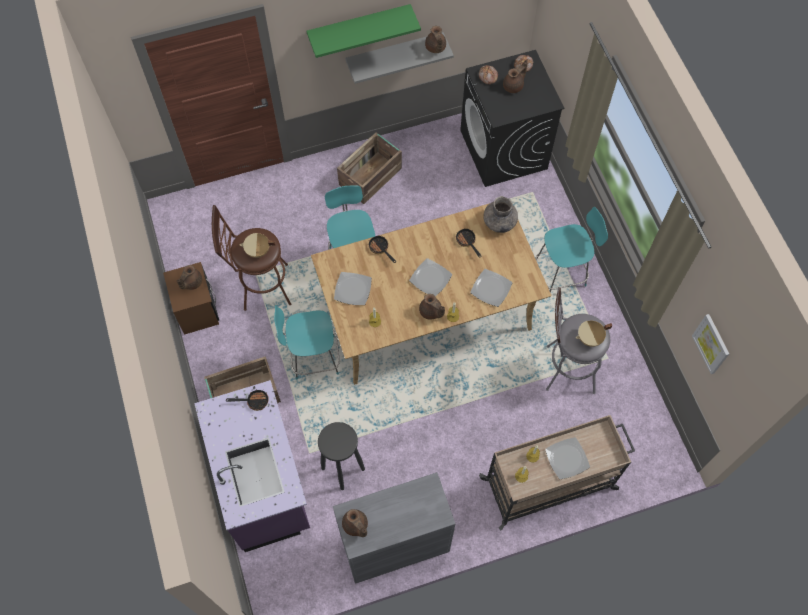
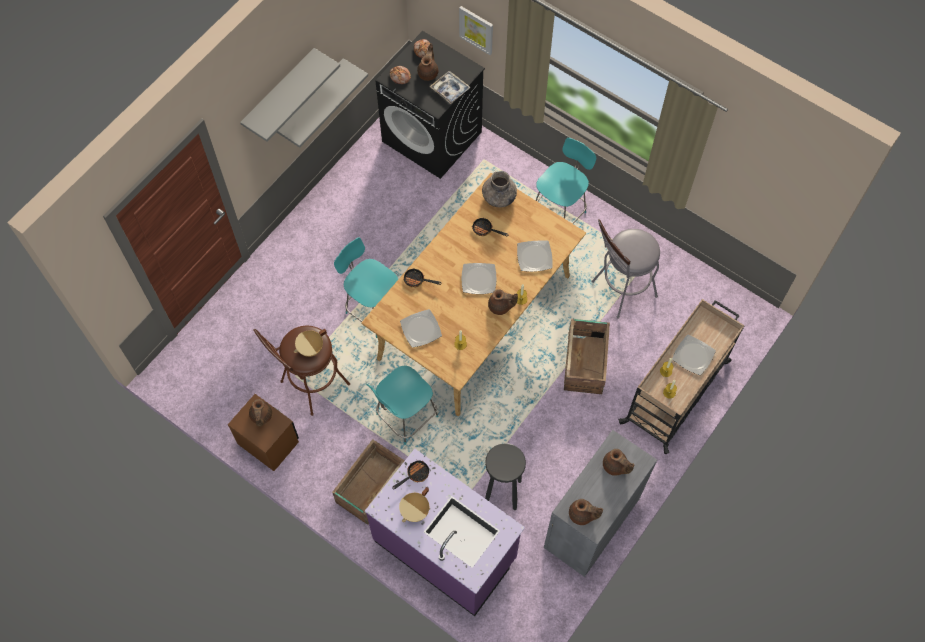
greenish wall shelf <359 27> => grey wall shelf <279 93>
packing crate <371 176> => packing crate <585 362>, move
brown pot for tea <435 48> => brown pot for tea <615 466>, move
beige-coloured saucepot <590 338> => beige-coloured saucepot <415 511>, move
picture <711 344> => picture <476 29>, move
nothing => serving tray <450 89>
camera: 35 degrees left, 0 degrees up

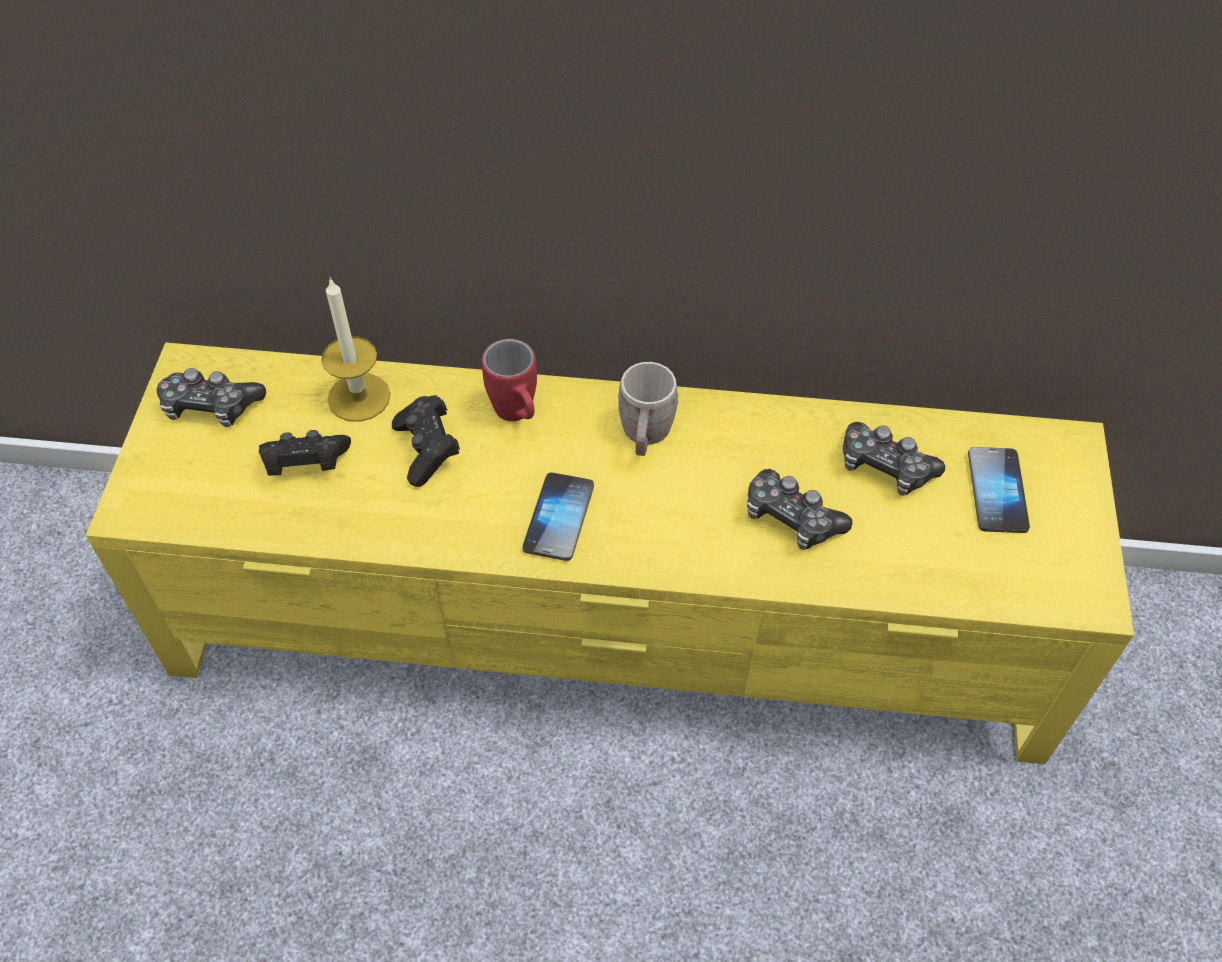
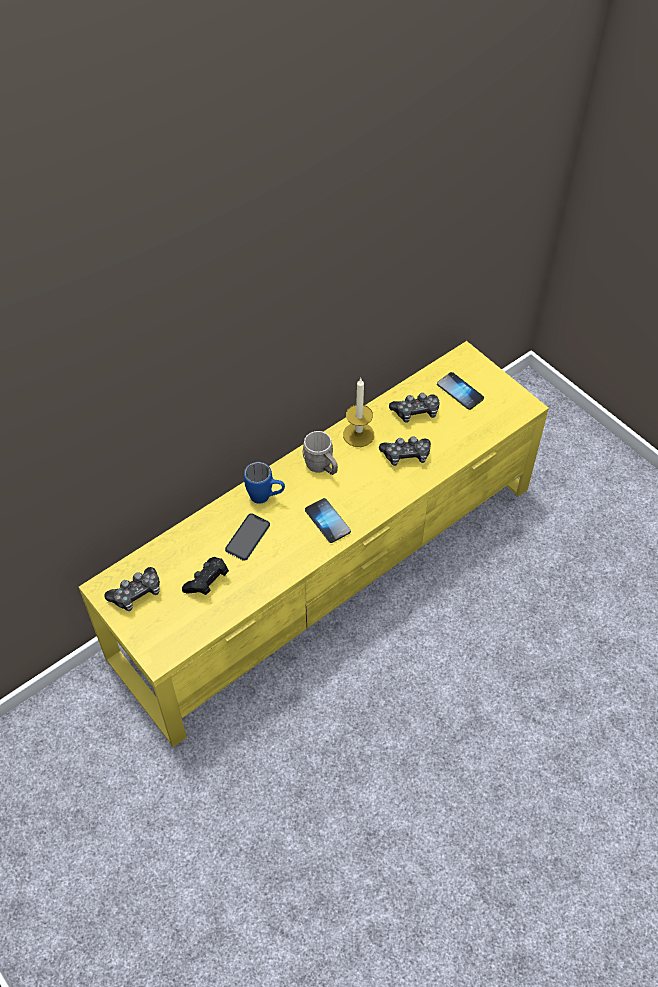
candle <359 397> => candle <358 434>, move
blackish joypad <427 450> => handset <247 537>
red-coloured tea mug <518 416> => blue tea mug <266 497>
camera: 45 degrees left, 0 degrees up

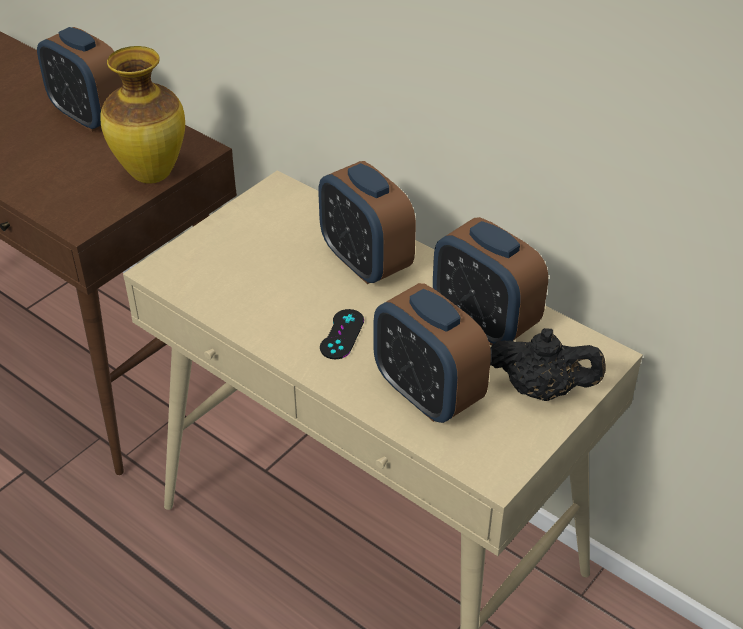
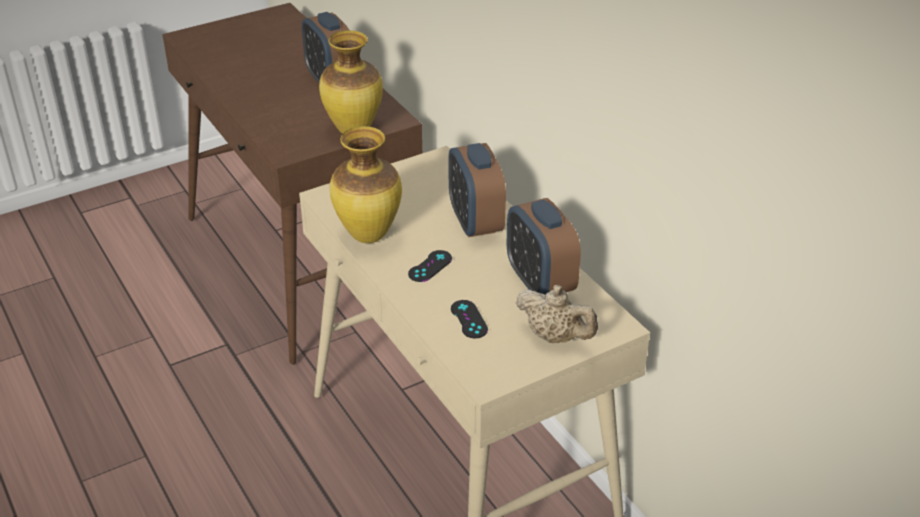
bedside clock <427 394> => blackish joypad <469 319>
blackish pot for tea <541 390> => beige-coloured pot for tea <555 337>
nothing => decorative vase <367 236>
camera: 20 degrees right, 5 degrees down

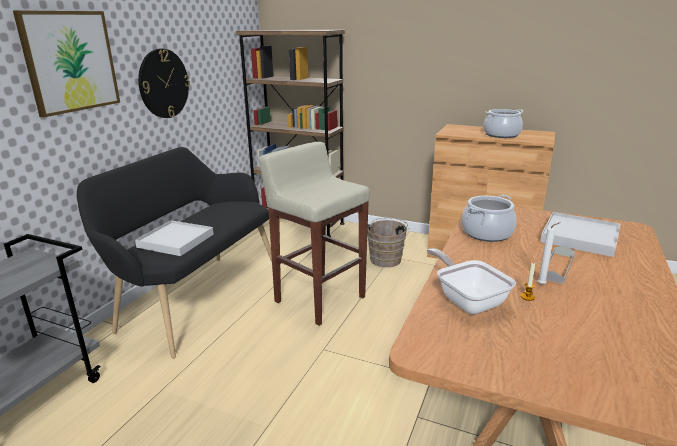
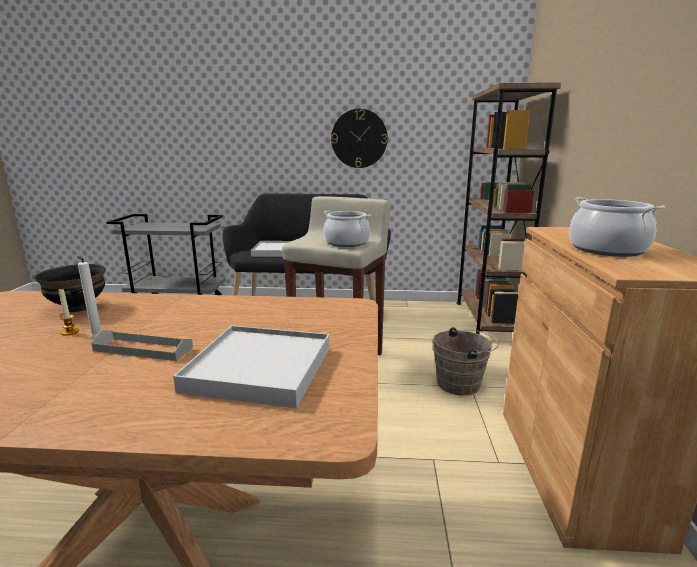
picture <70 61> => nothing
skillet <467 300> => blackish bowl <79 308>
saucepot <486 233> => saucepot <346 243>, move
camera: 70 degrees right, 5 degrees down

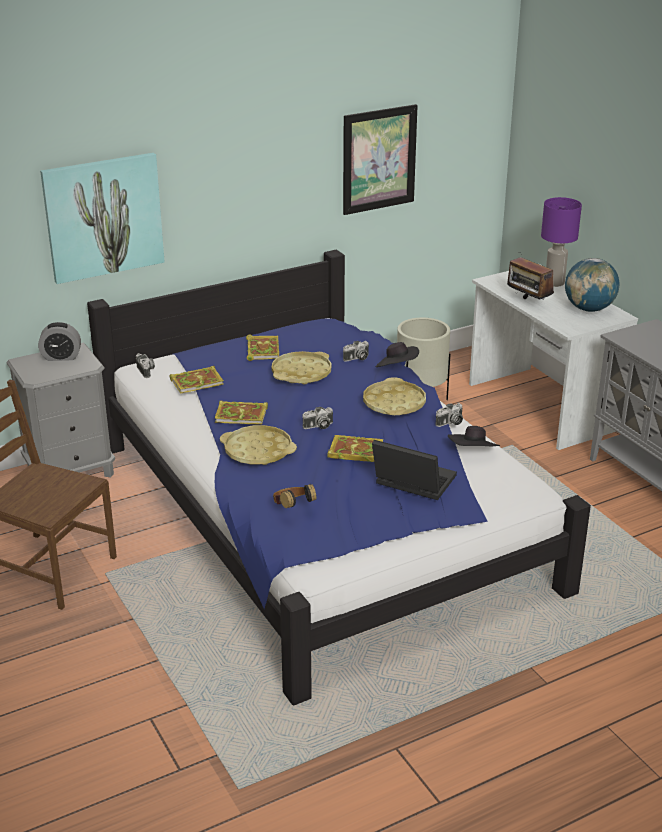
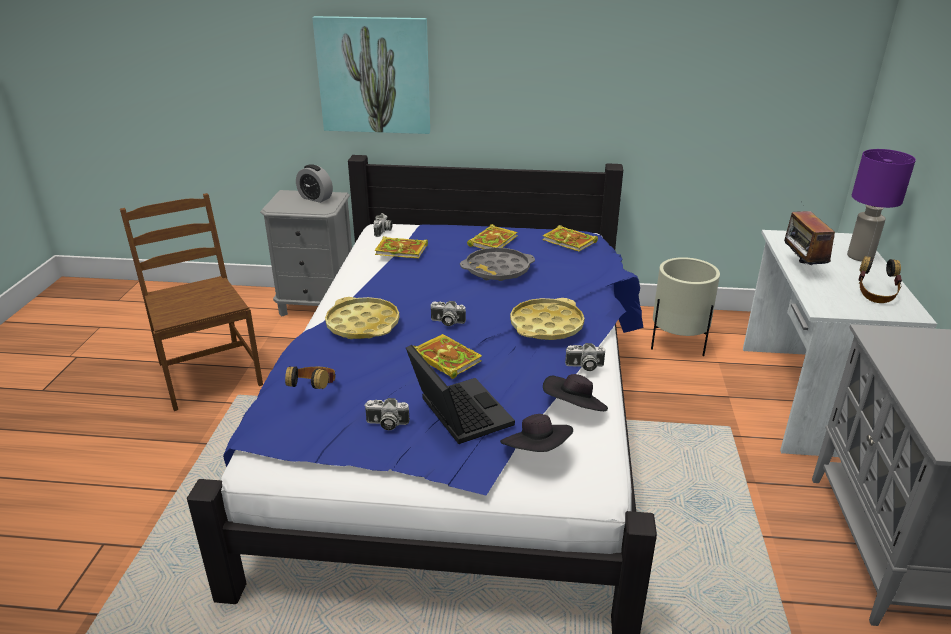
bound book <242 415> => bound book <570 241>, move
yellow-coloured serving tray <301 373> => grey serving tray <497 270>
picture <379 159> => nothing
still camera <357 358> => still camera <386 424>, move
blackish hat <397 368> => blackish hat <537 451>, move
world globe <589 309> => pair of headphones <875 295>
camera: 35 degrees right, 0 degrees up

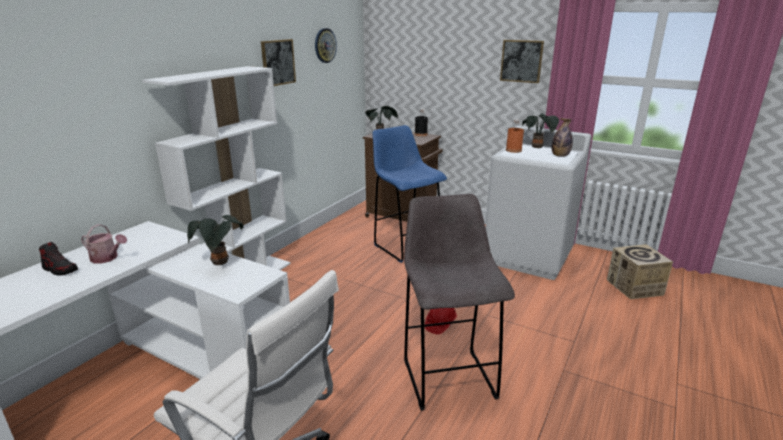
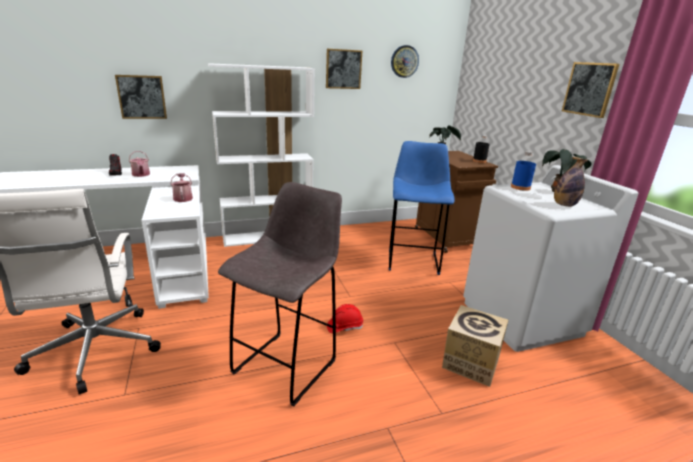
potted plant <220 263> => sprinkling can <183 198>
orangey bottle <513 150> => blue bottle <520 187>
cardboard box <634 287> => cardboard box <470 362>, move
nothing => picture <142 97>
camera: 40 degrees right, 0 degrees up

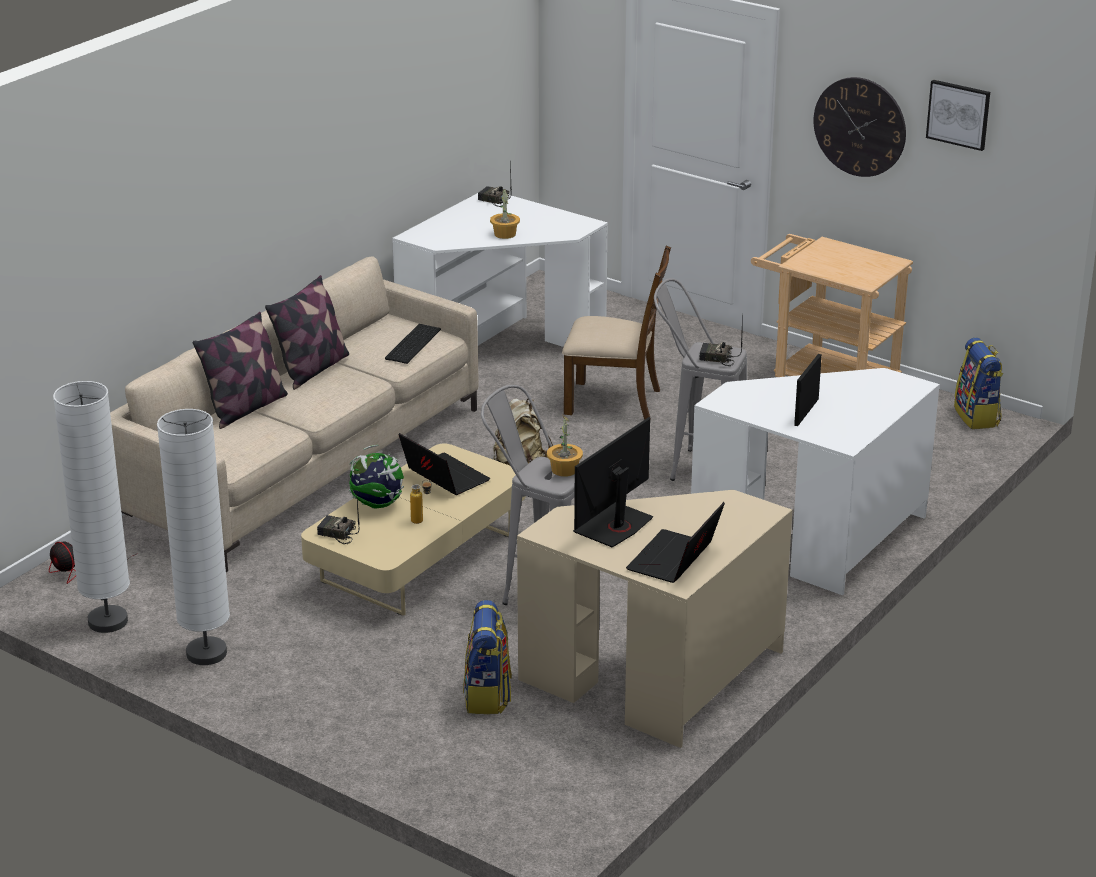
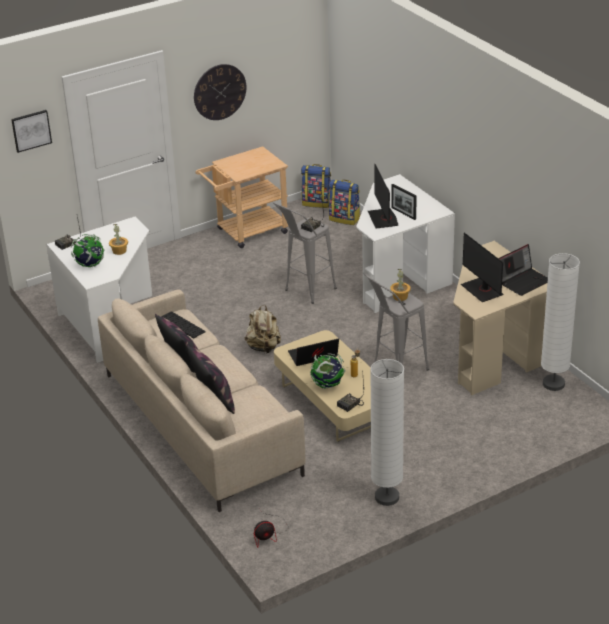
whitish standard lamp <108 622> => whitish standard lamp <553 384>, move
knapsack <487 696> => knapsack <345 219>, move
brown chair <614 401> => nothing
laptop <675 560> => laptop <523 281>, 90 degrees counterclockwise
picture <958 114> => picture <31 130>, move
nothing => world globe <89 265>
nothing => computer display <383 219>
camera: 65 degrees left, 5 degrees up

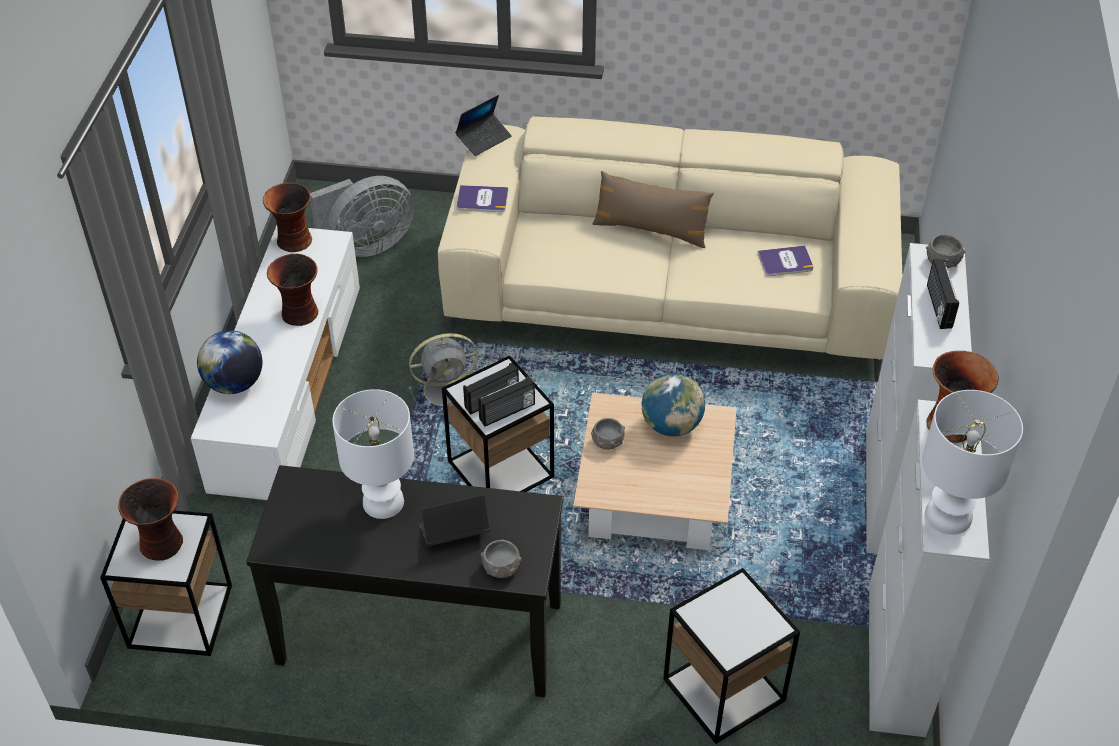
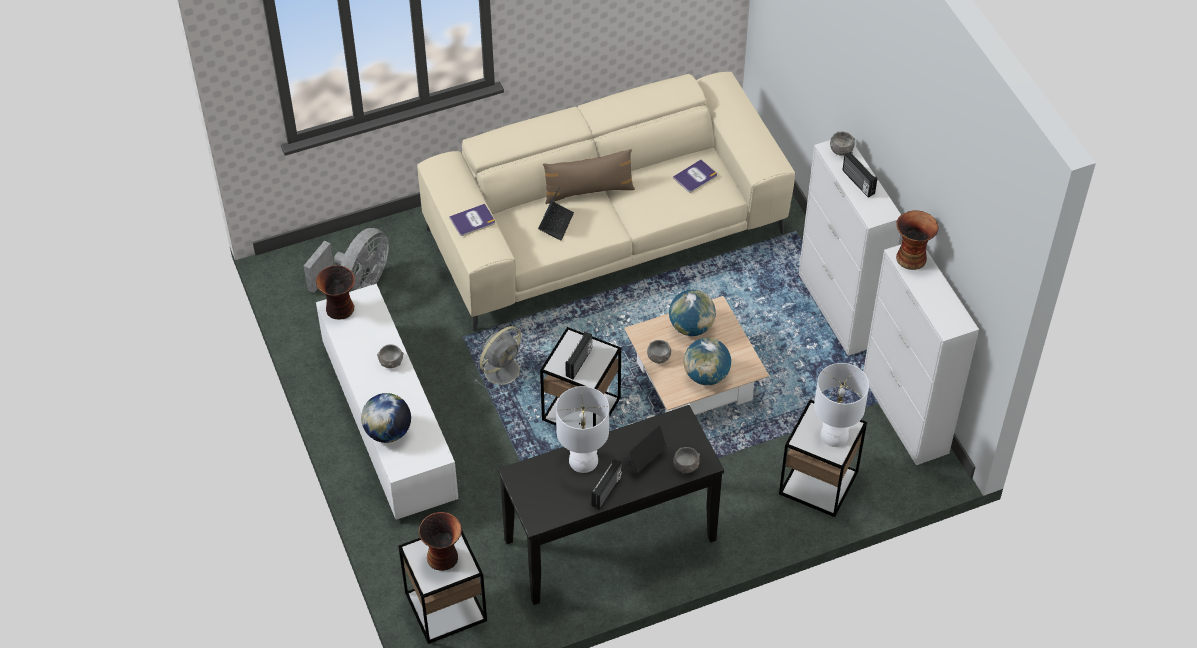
decorative vase <299 314> => grey bowl <391 362>
laptop <484 139> => laptop <556 223>, move
radio receiver <507 412> => radio receiver <607 491>, move
whitish tabletop lamp <949 516> => whitish tabletop lamp <835 435>, move
nothing => world globe <706 375>
camera: 30 degrees left, 5 degrees up

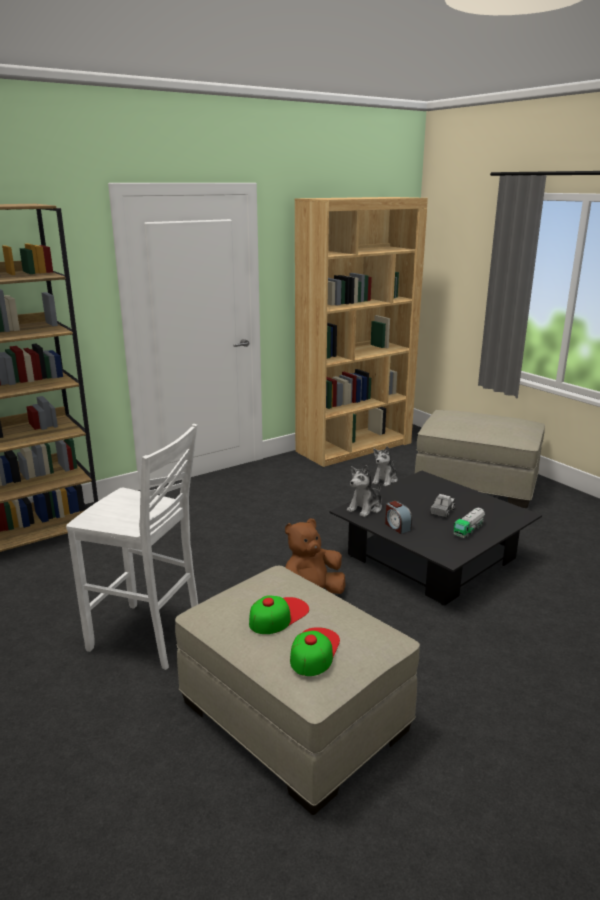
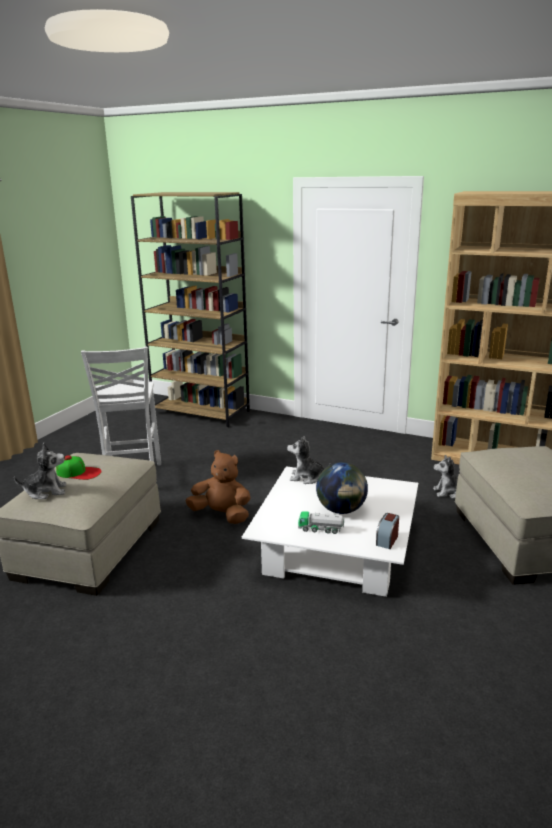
peaked cap <314 650> => cuddly toy <46 491>
blackish lounge table <432 557> => whitish lounge table <336 551>
bedside clock <397 526> => bedside clock <387 540>, move
toy truck <442 512> => world globe <341 510>
camera: 60 degrees right, 0 degrees up

